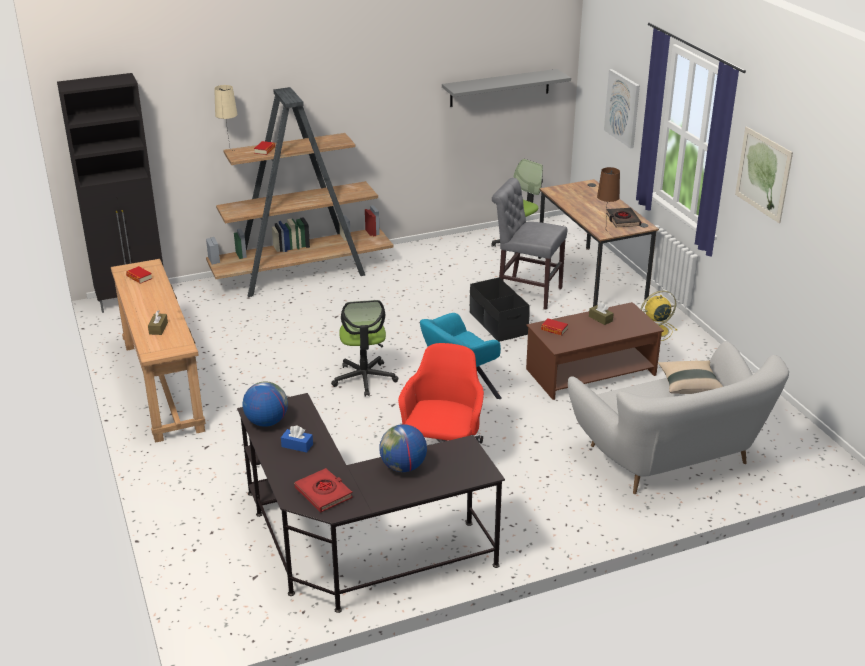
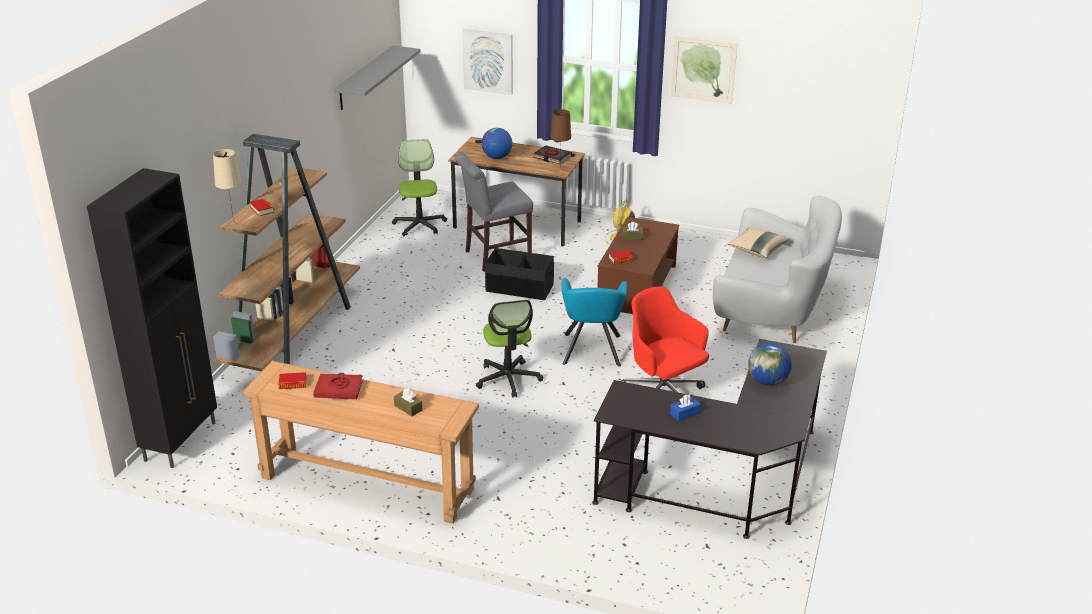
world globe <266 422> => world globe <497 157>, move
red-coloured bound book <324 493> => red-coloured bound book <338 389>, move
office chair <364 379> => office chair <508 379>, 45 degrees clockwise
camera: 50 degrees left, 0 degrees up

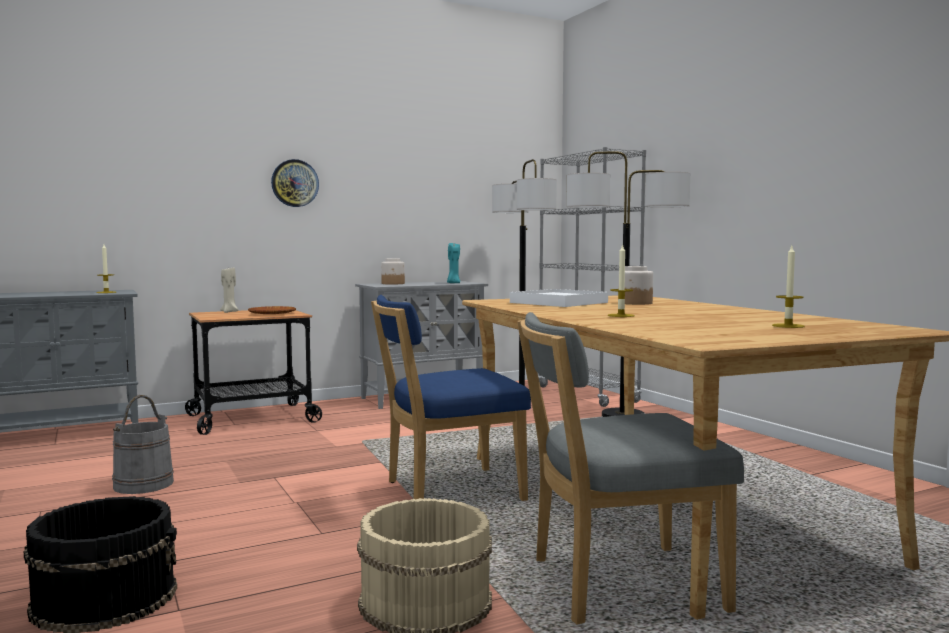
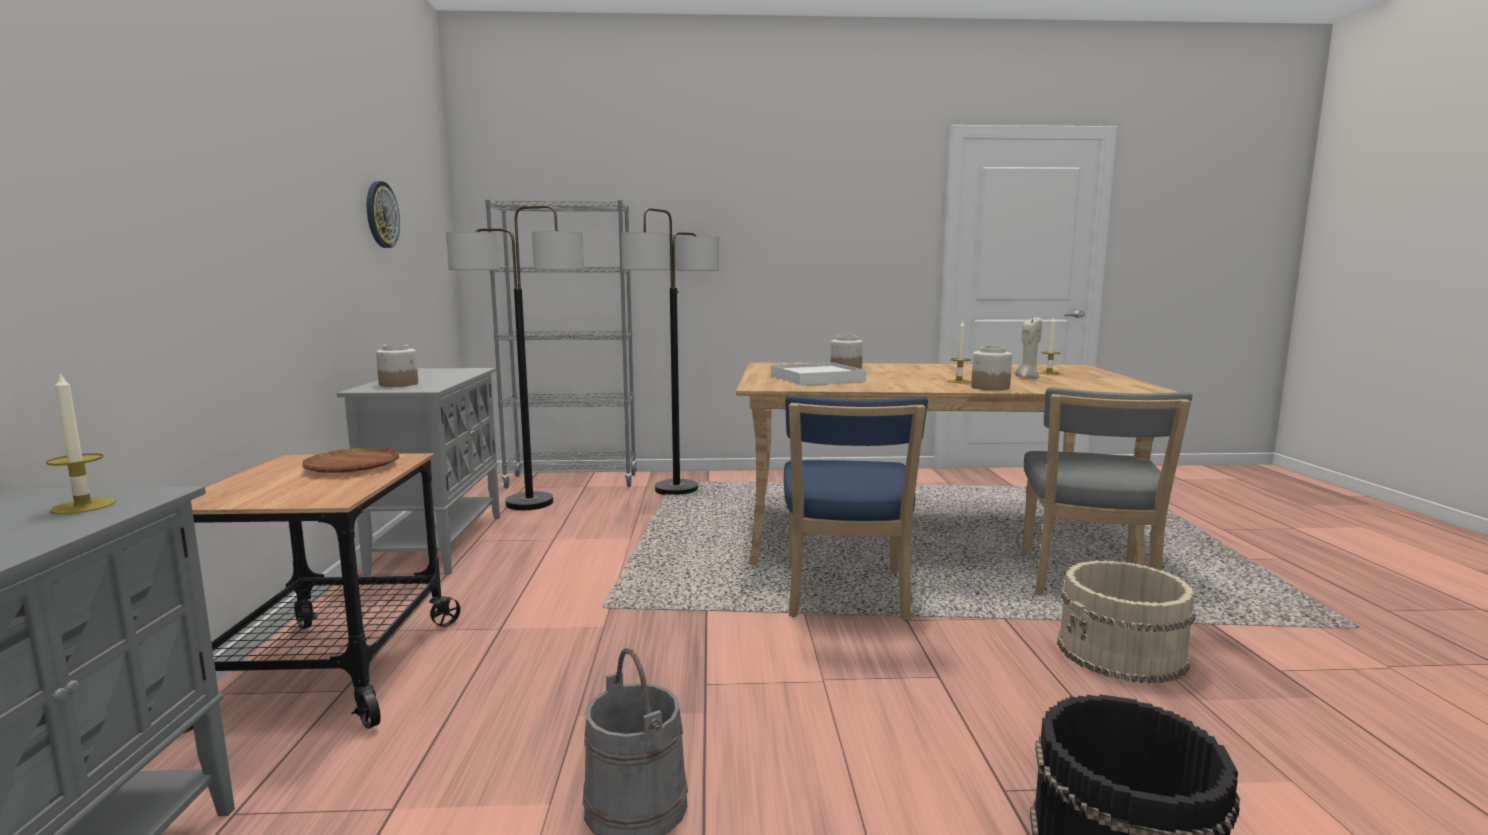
beige-coloured candle <229 312> => beige-coloured candle <1027 377>, move
wall clock <295 183> => wall clock <381 214>, move
turquoise-coloured candle <453 283> => nothing
nothing => preserve jar <990 387>
camera: 65 degrees left, 5 degrees up

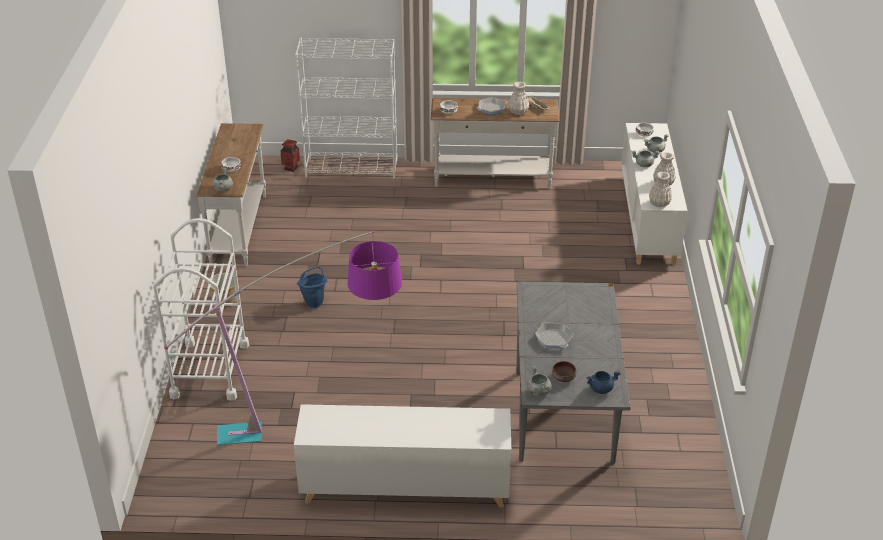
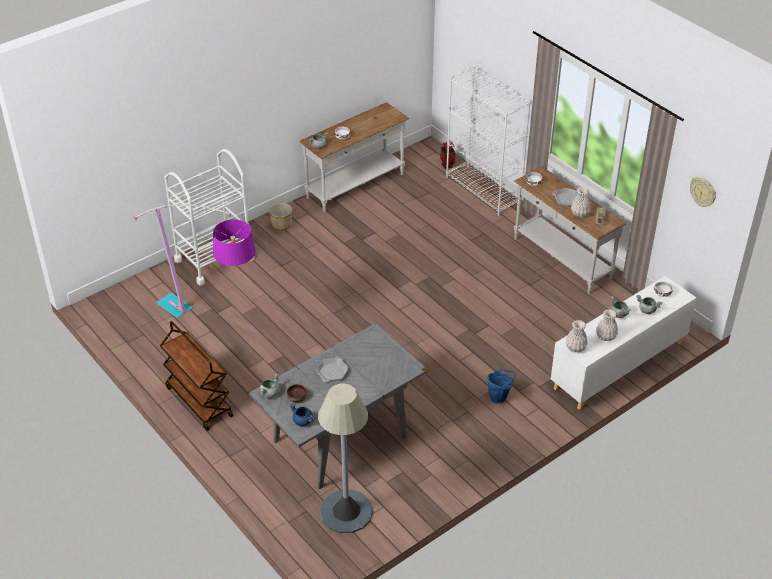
whitish cupboard <404 487> => brown cart <198 401>
blue pail <314 301> => blue pail <499 397>, move
nothing => grey standard lamp <346 512>
nothing => wall clock <703 192>
camera: 50 degrees right, 5 degrees up

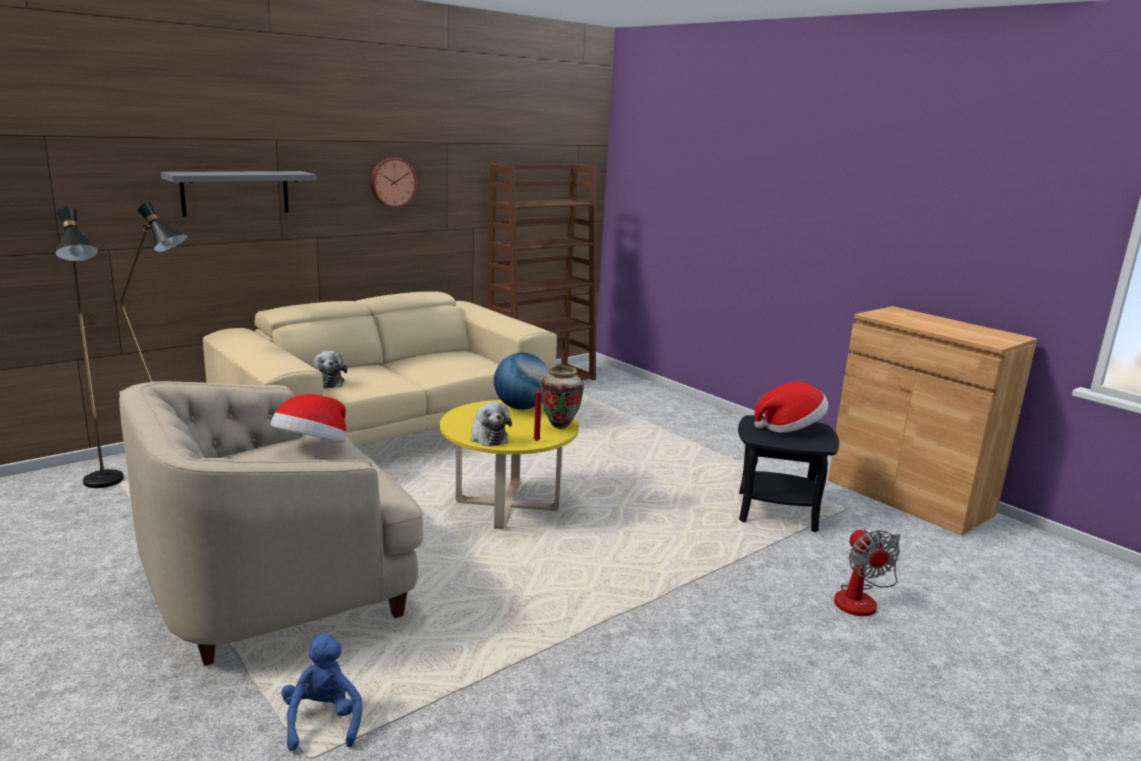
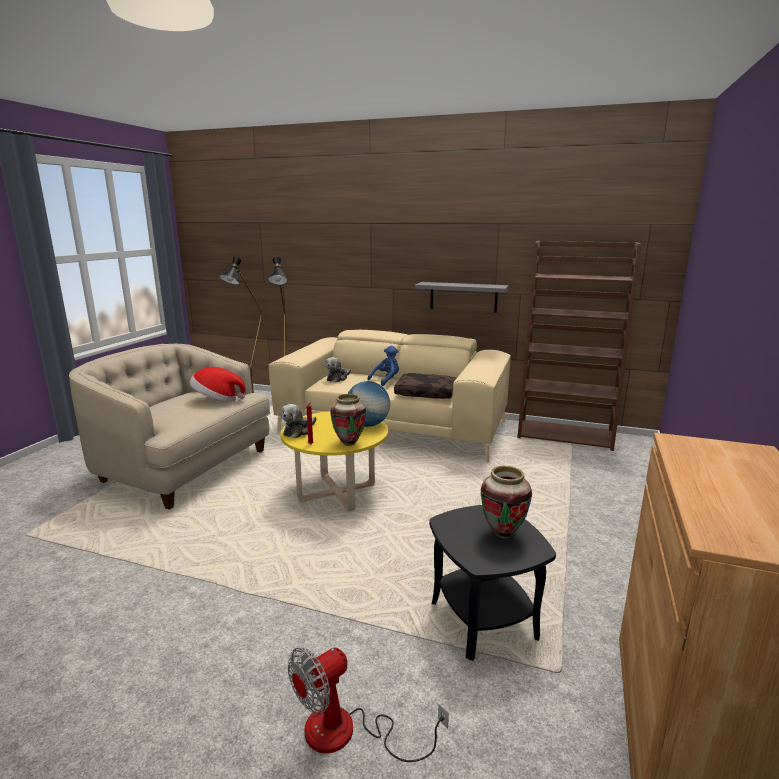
grey wall shelf <235 192> => grey wall shelf <463 297>, move
blue cuddly toy <323 721> => blue cuddly toy <386 380>, move
wall clock <392 182> => nothing
hat <790 428> => decorative vase <503 534>
nothing => brown throw pillow <426 393>
camera: 60 degrees right, 0 degrees up

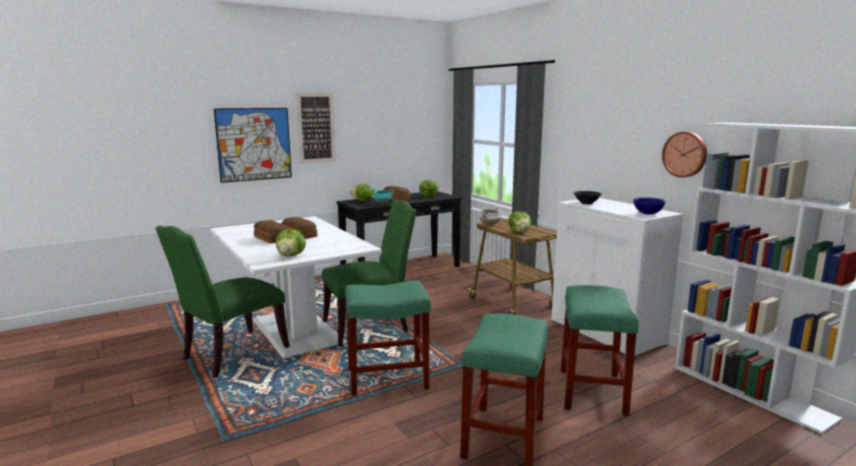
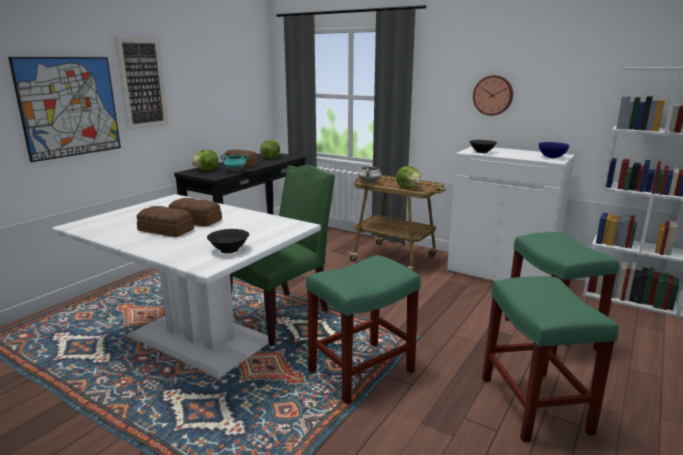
greenish chair <231 356> => nothing
lettuce <291 256> => blackish bowl <229 249>
wall clock <685 154> => wall clock <493 95>, move
camera: 25 degrees left, 5 degrees up

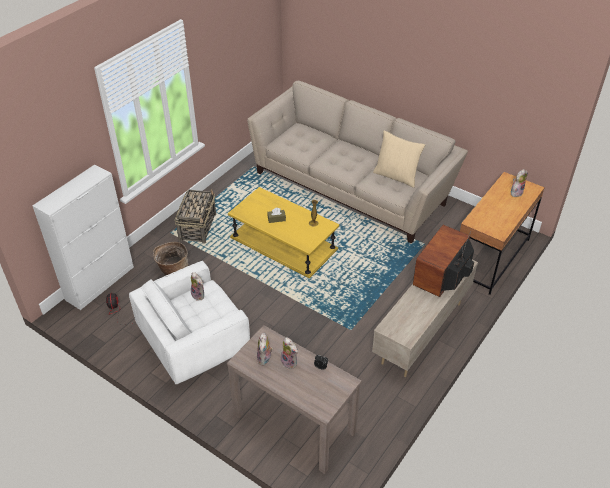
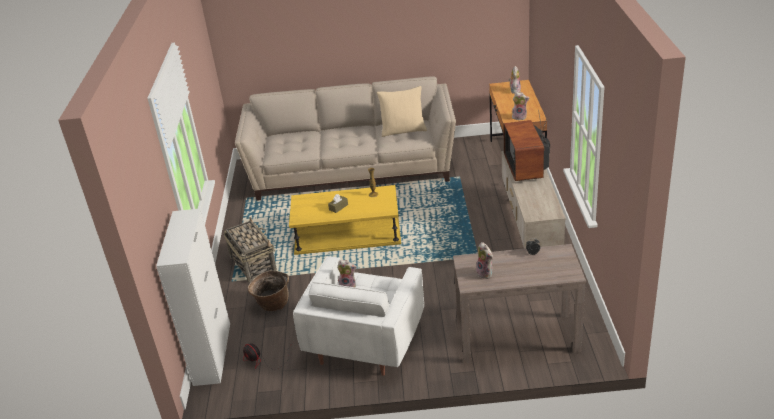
cuddly toy <290 362> => cuddly toy <519 117>, move
camera: 35 degrees left, 10 degrees down

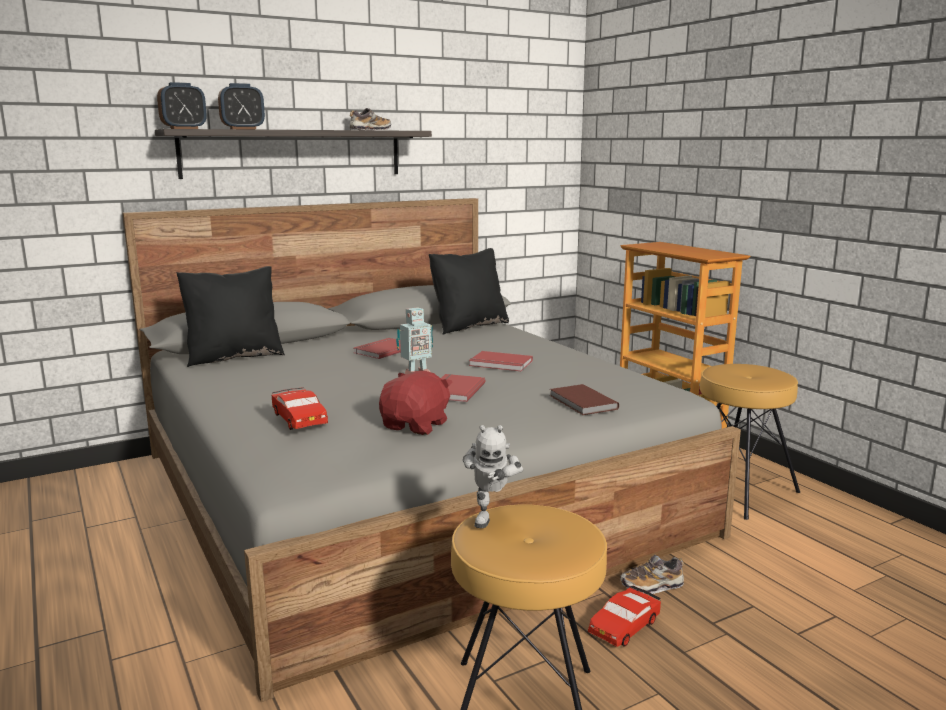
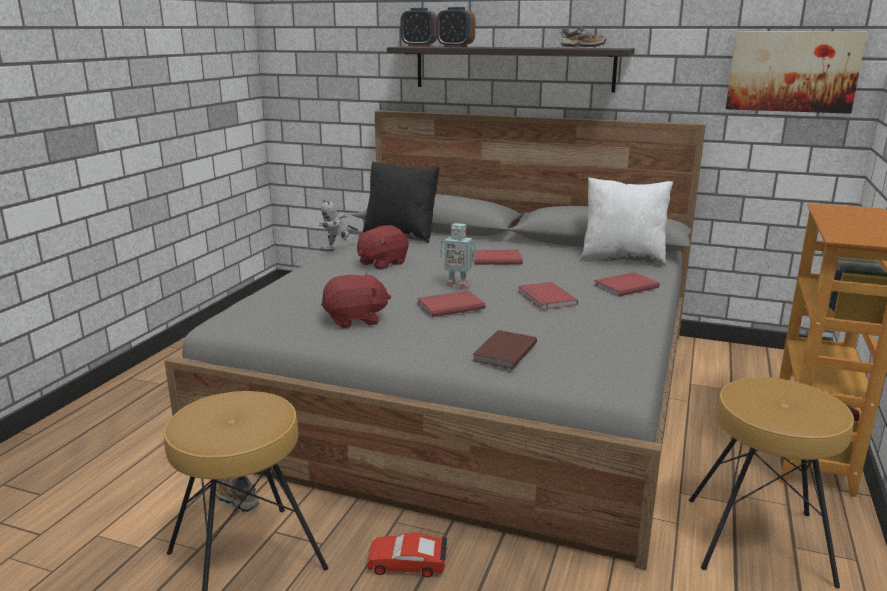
red-coloured toy car <300 418> => nothing
blackish throw pillow <468 326> => whitish throw pillow <622 258>
model robot <490 516> => model robot <338 250>, move
item of footwear <652 586> => item of footwear <236 499>, move
nothing => red-coloured cuddly toy <382 263>
nothing => red-coloured bound book <624 286>
nothing => picture <792 71>
camera: 50 degrees right, 5 degrees up

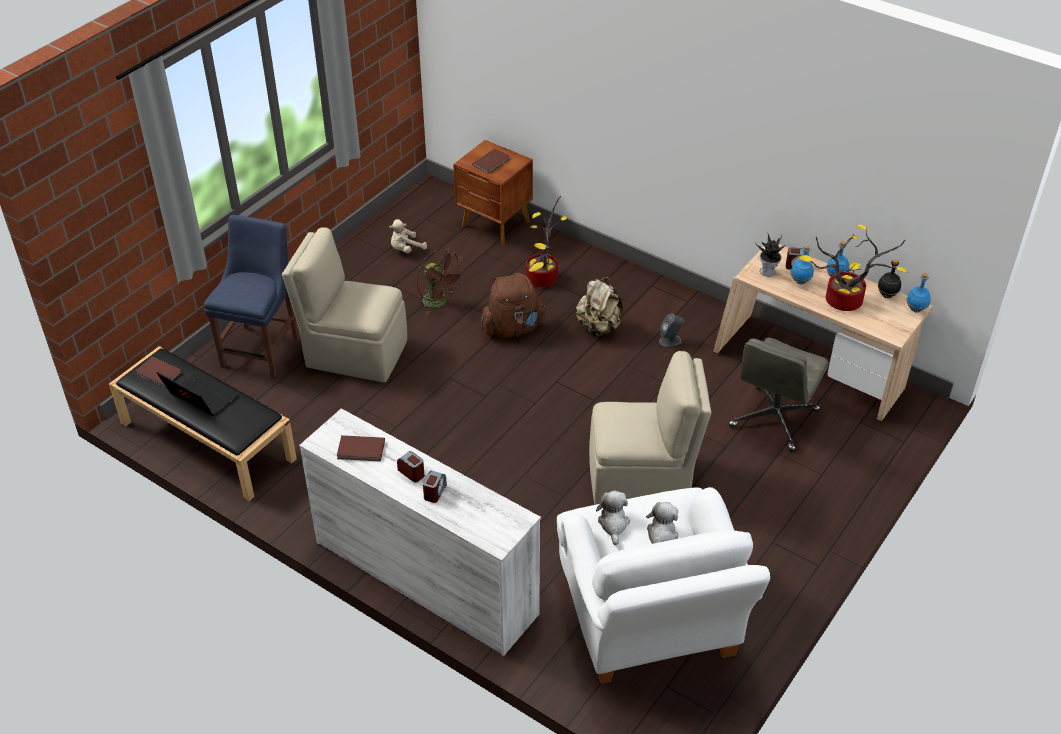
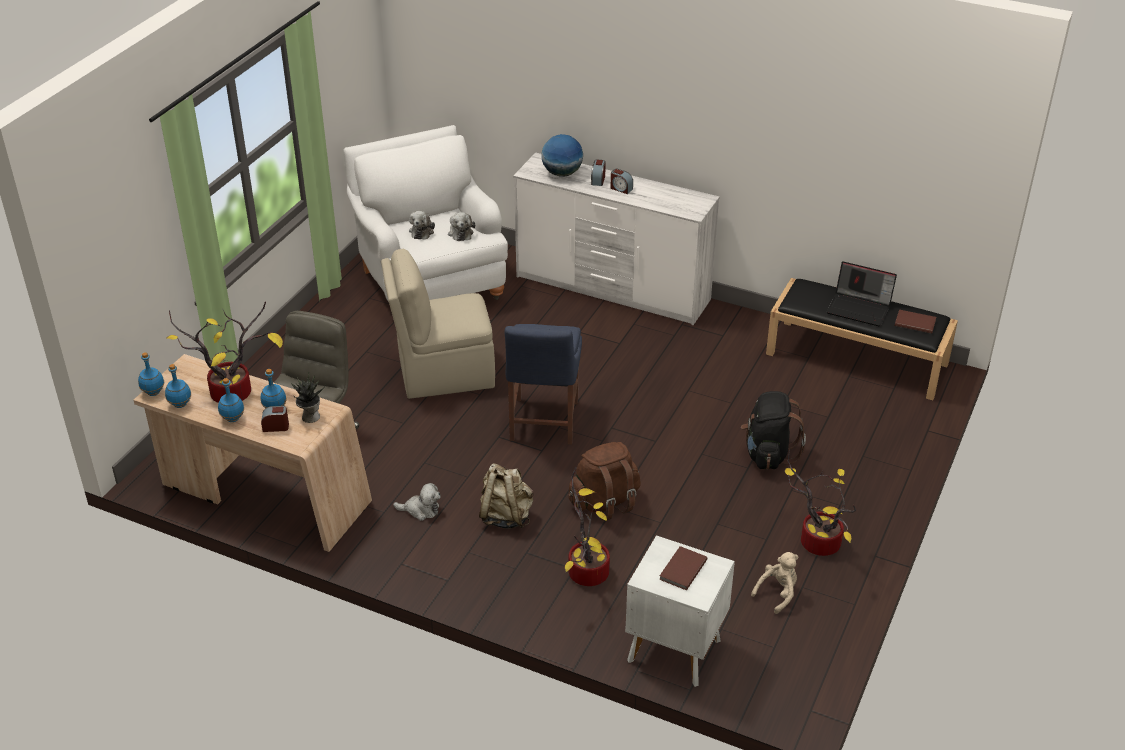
blue chair <262 349> => blue chair <543 424>, move
beige-coloured chair <354 353> => blackish knapsack <768 454>
brown bound book <361 450> => nothing
brown electric fan <440 302> => nothing
brown nightstand <496 225> => whitish nightstand <673 649>
grey loudspeaker <670 341> => cuddly toy <421 510>
blackish bottle <886 295> => blue bottle <180 404>
nothing => world globe <562 173>
nothing => potted plant <816 542>
camera: 170 degrees right, 5 degrees down

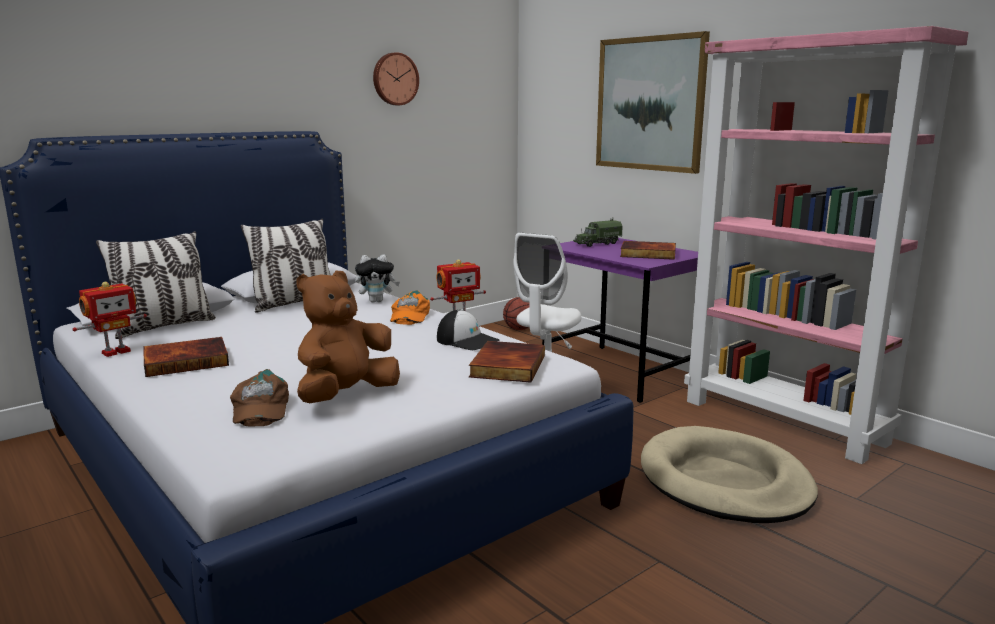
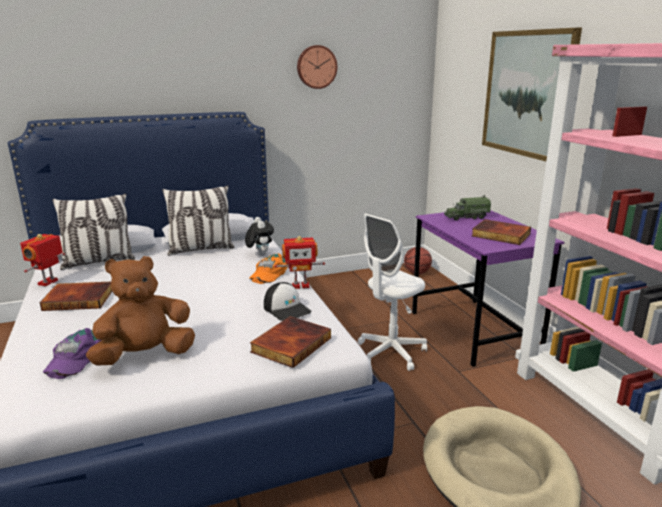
model robot <115 352> => model robot <49 282>, 135 degrees clockwise
brown peaked cap <259 408> => purple-coloured peaked cap <73 359>
cuddly toy <377 301> => cuddly toy <260 254>, 120 degrees counterclockwise
camera: 20 degrees right, 5 degrees up

